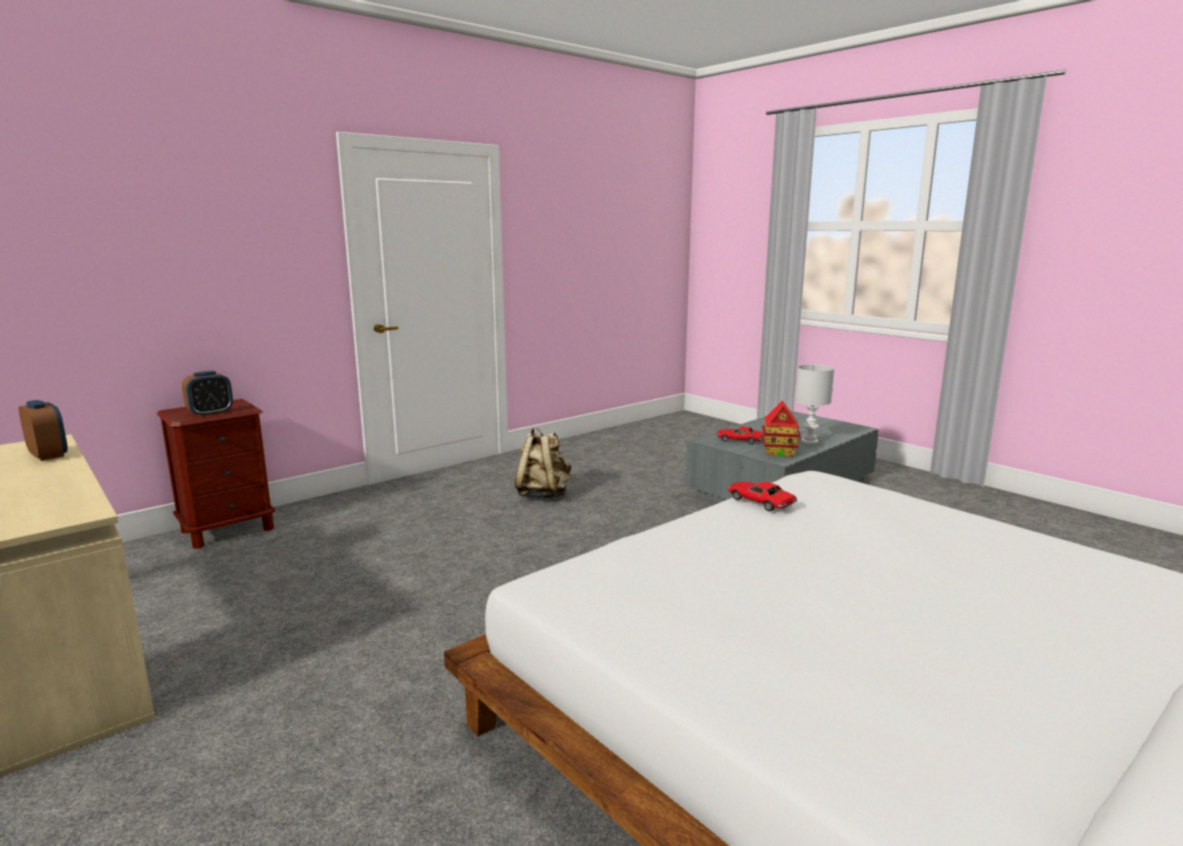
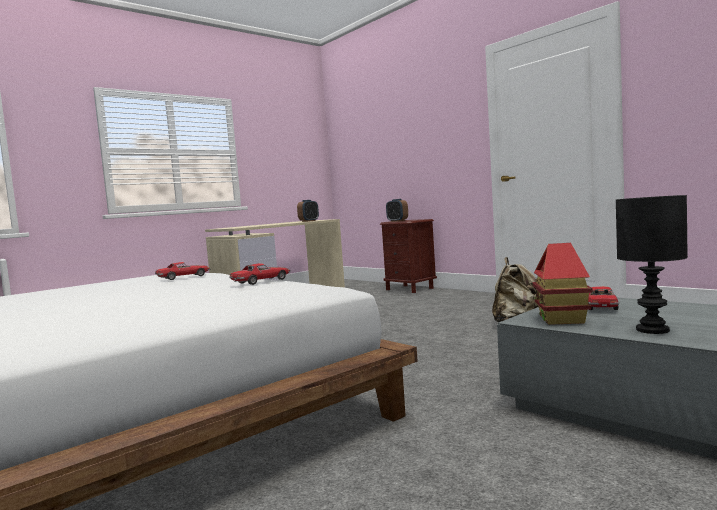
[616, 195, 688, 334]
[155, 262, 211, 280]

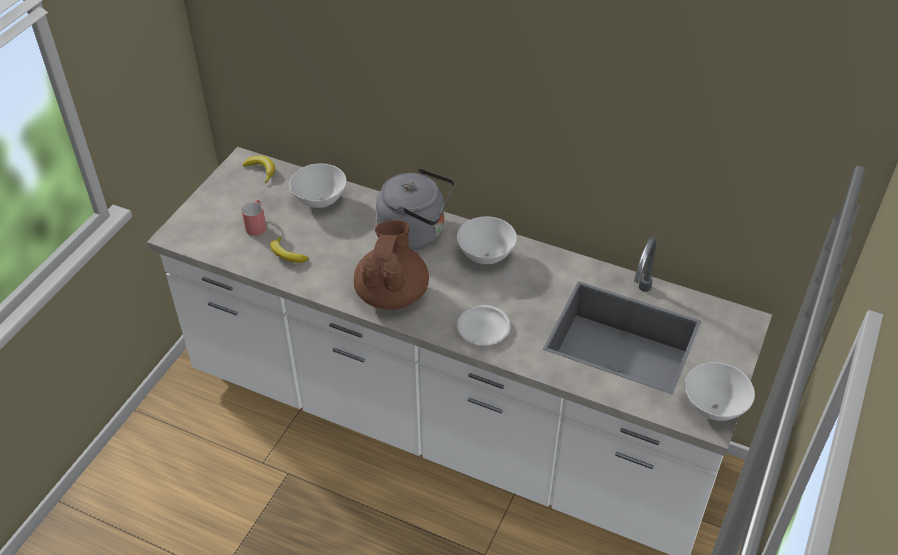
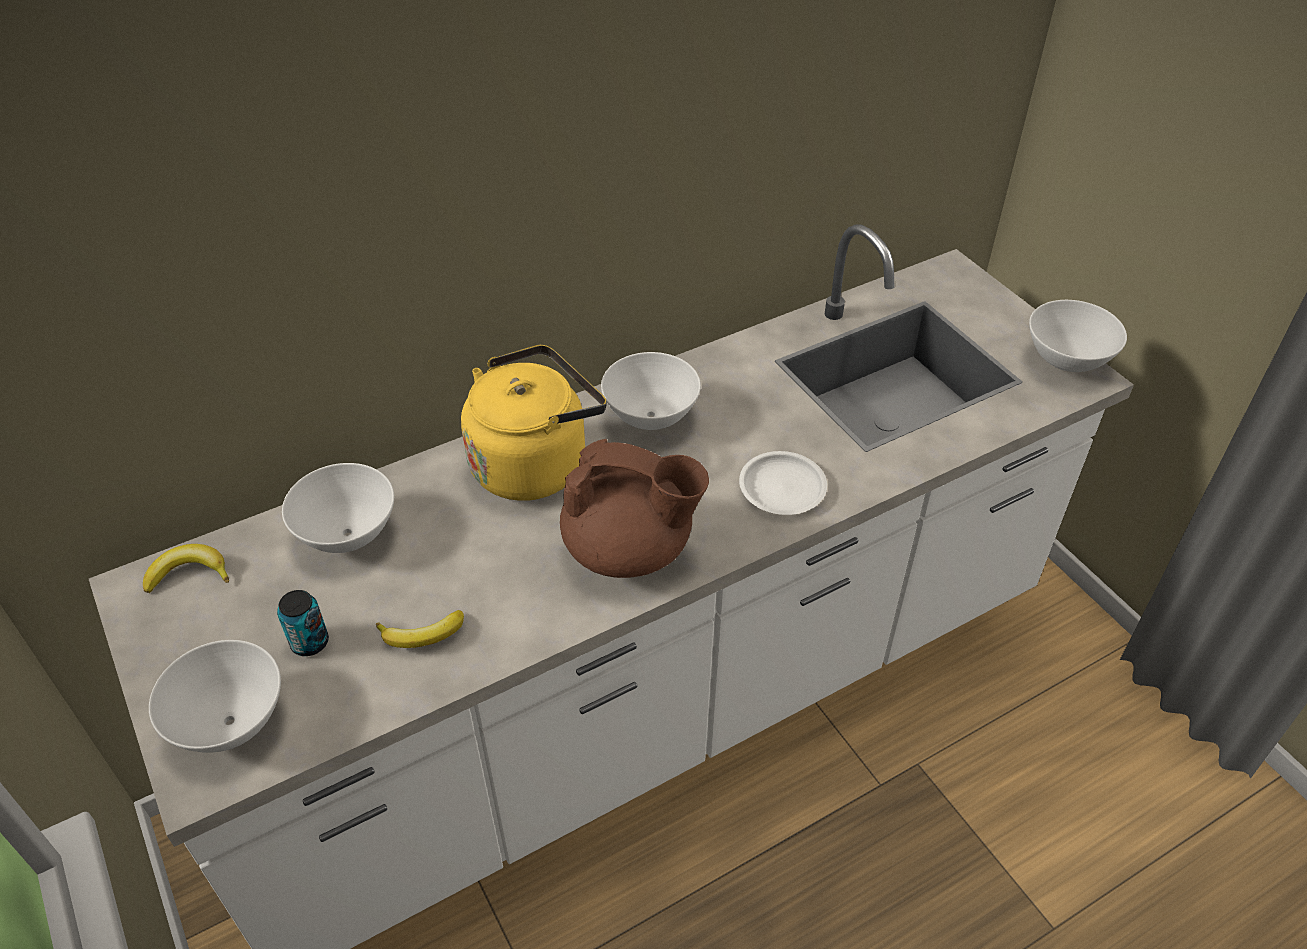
[461, 345, 606, 501]
[277, 590, 329, 656]
[560, 439, 709, 578]
[149, 640, 281, 753]

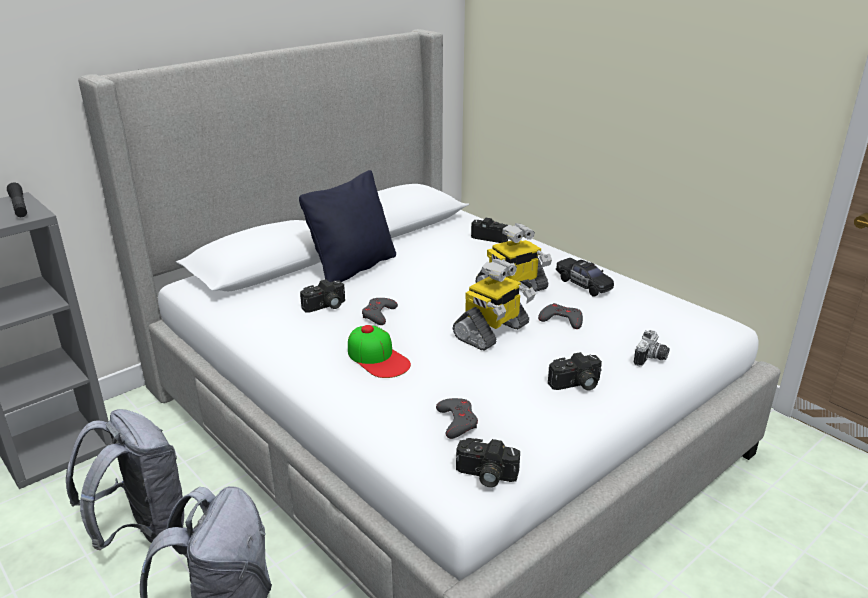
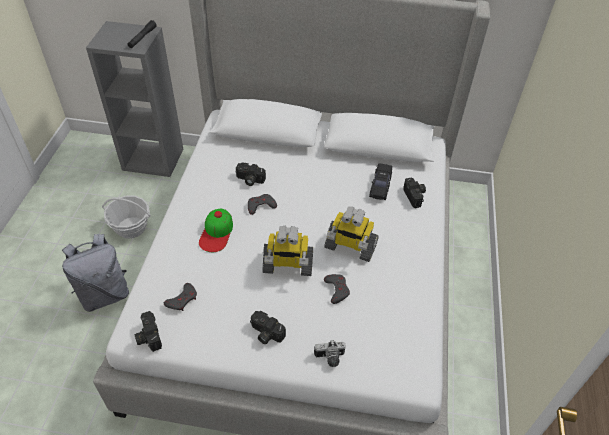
[299, 170, 396, 282] (first image)
[369, 163, 392, 200]
[102, 196, 151, 238]

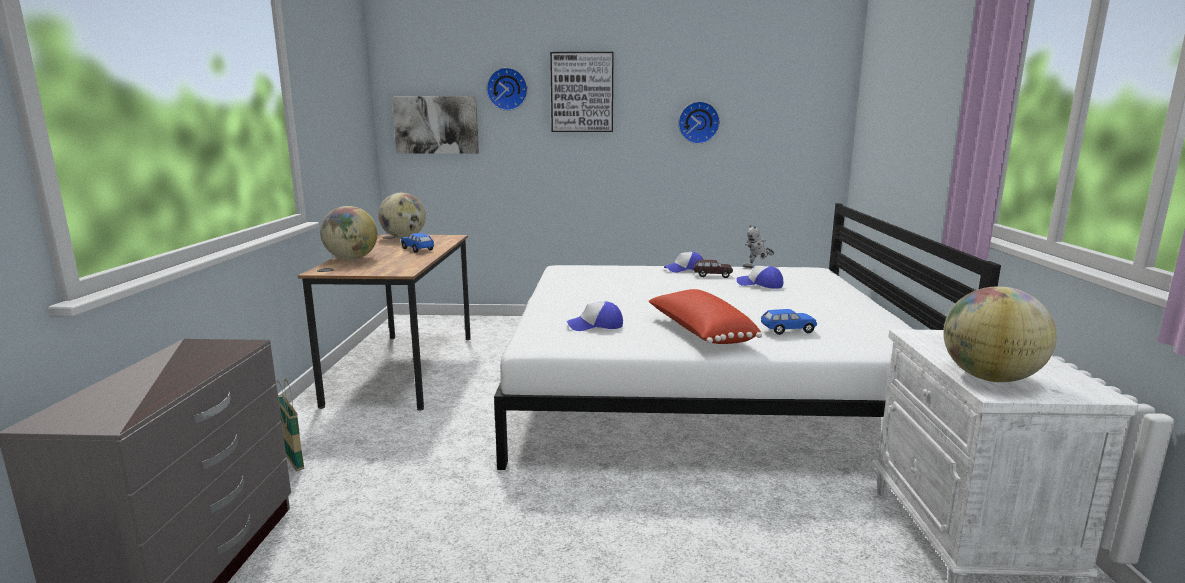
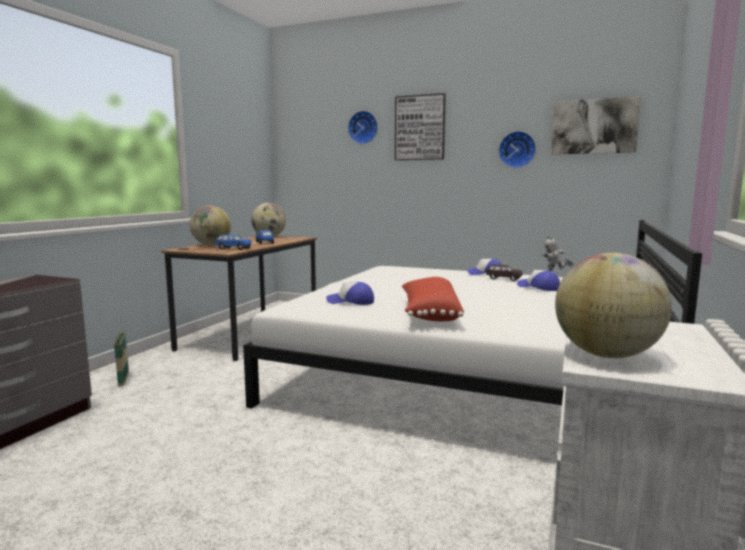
[551, 96, 641, 154]
[215, 235, 252, 250]

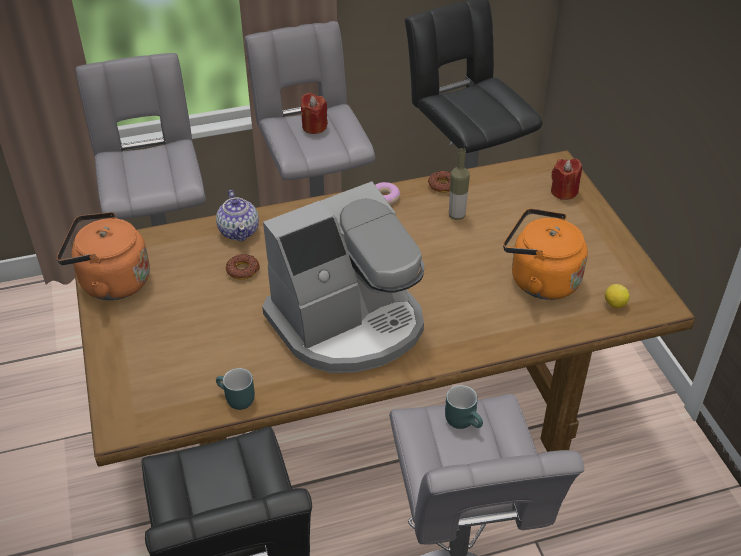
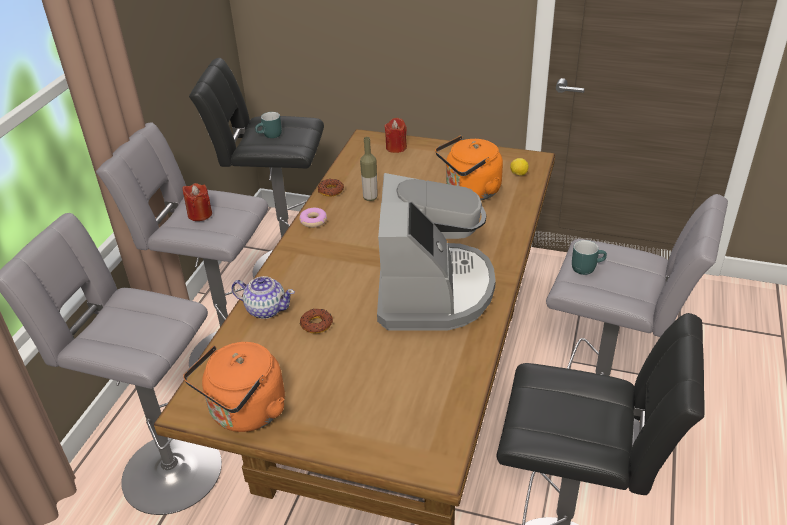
[255, 112, 282, 138]

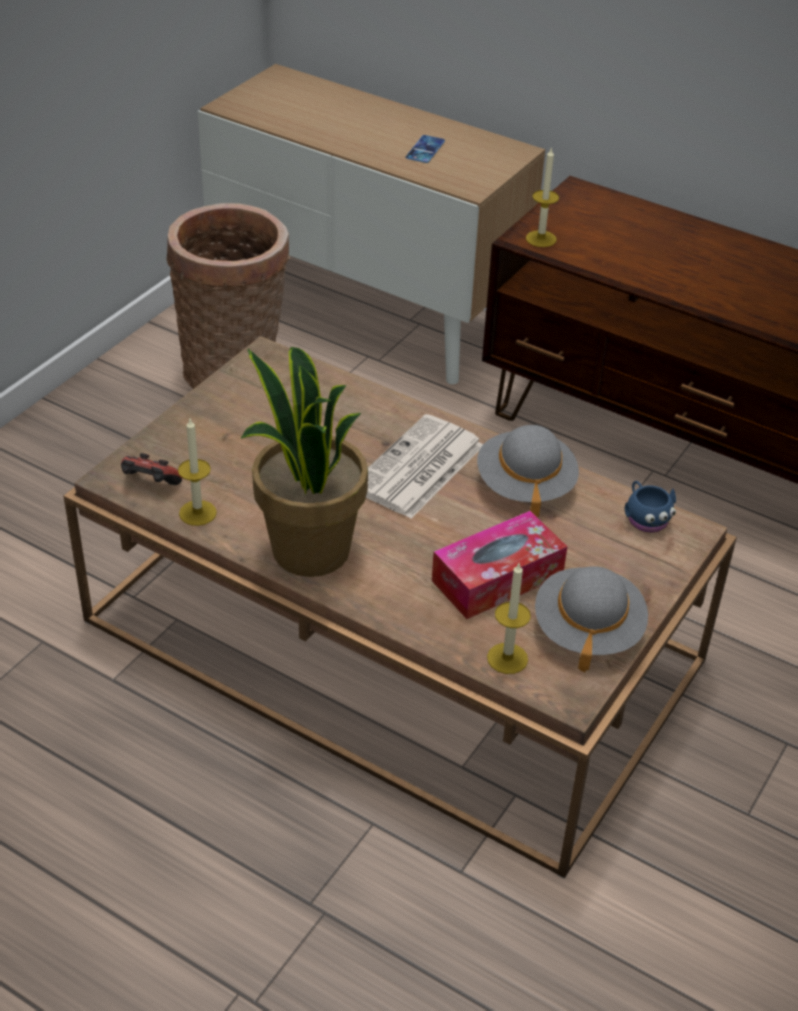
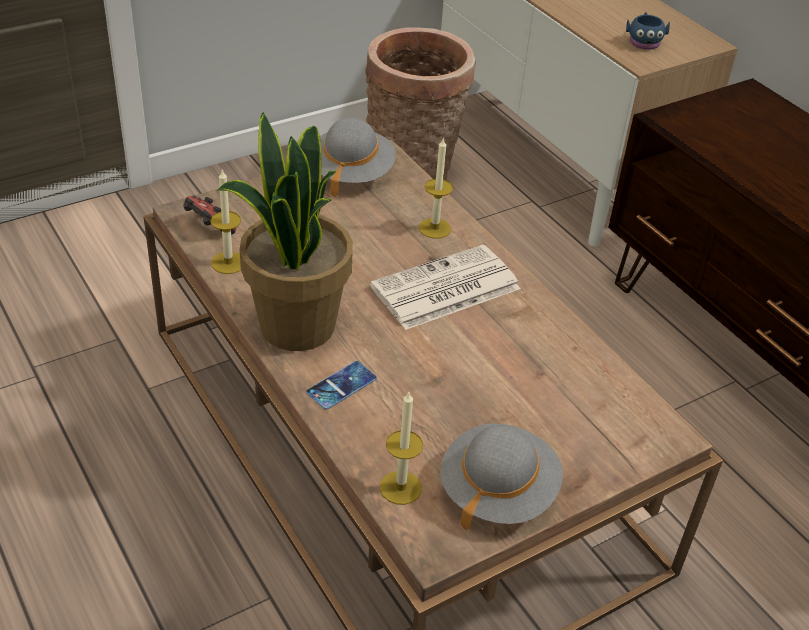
[306, 361, 377, 410]
[419, 137, 453, 239]
[320, 118, 396, 197]
[626, 12, 670, 50]
[432, 511, 567, 619] (first image)

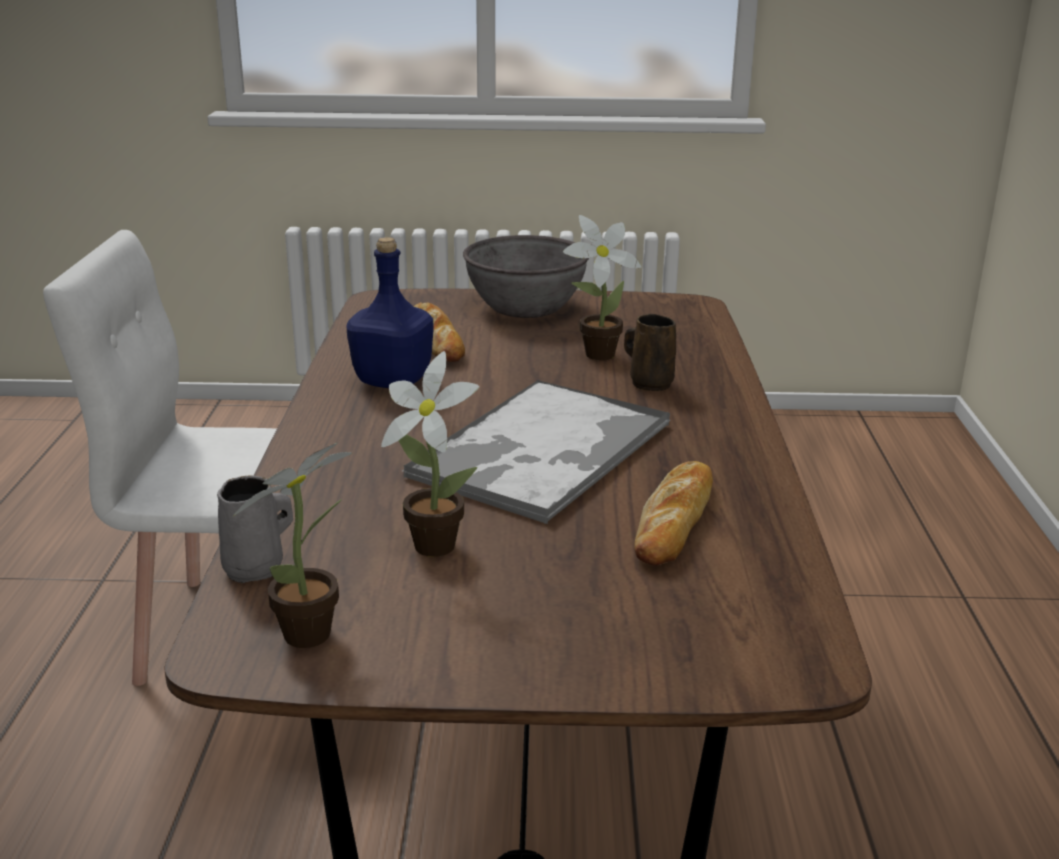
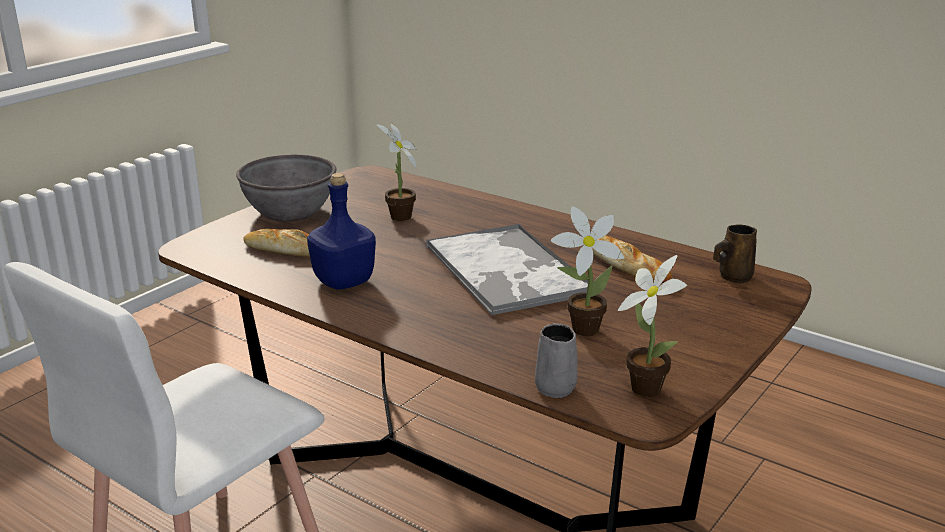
[713, 224, 757, 283]

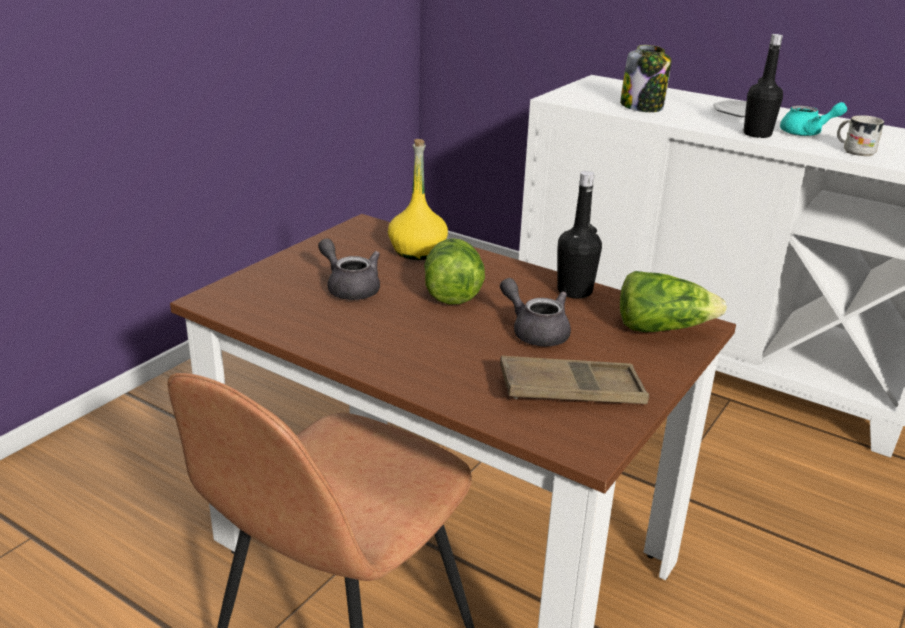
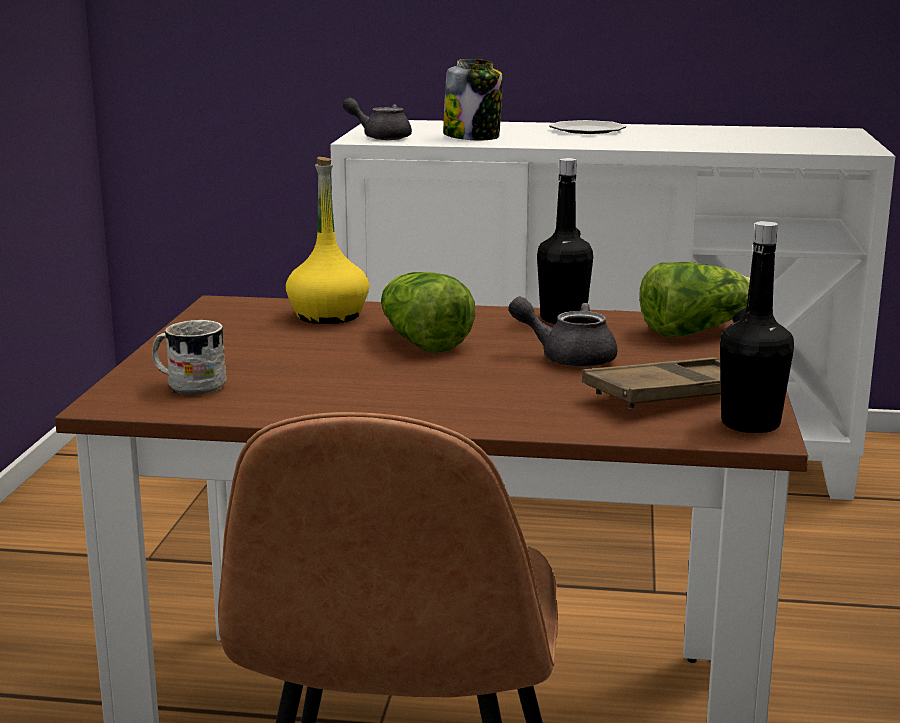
[720, 221, 794, 433]
[780, 102, 847, 136] (first image)
[152, 320, 227, 395]
[343, 98, 412, 140]

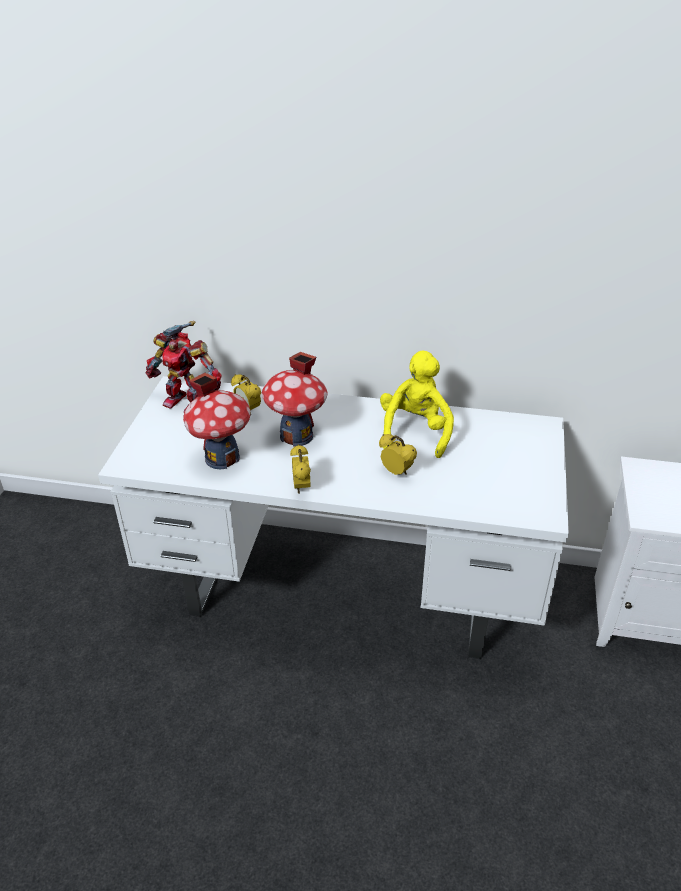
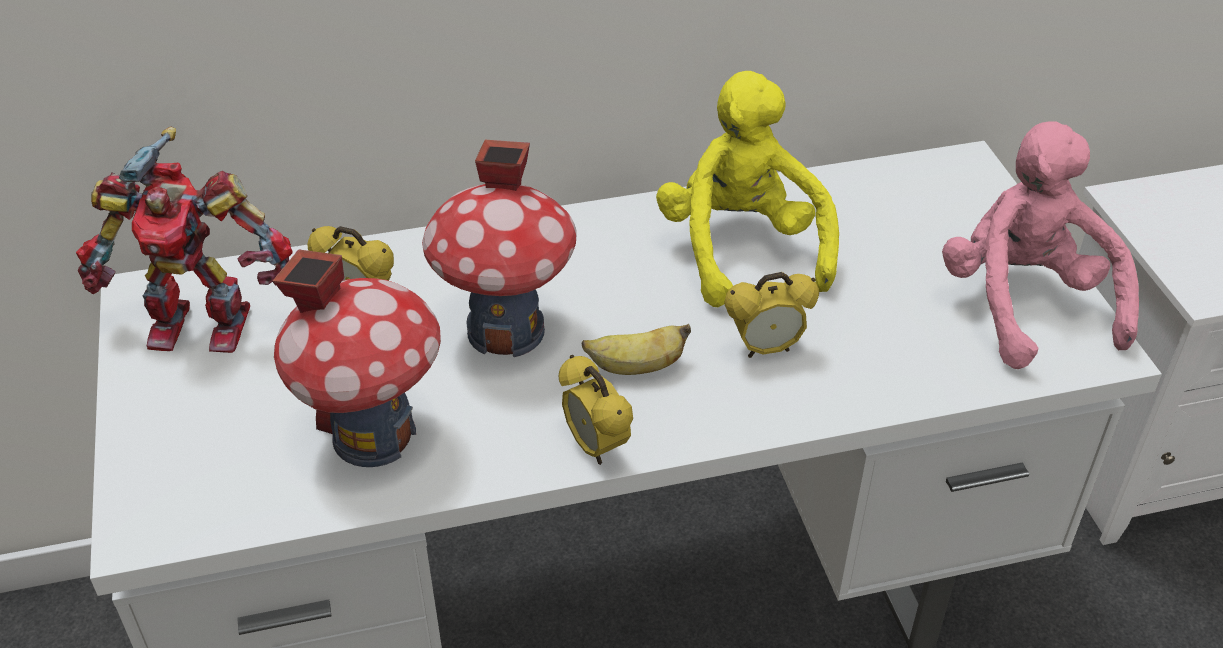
[724, 272, 819, 358]
[942, 121, 1139, 369]
[582, 324, 691, 375]

